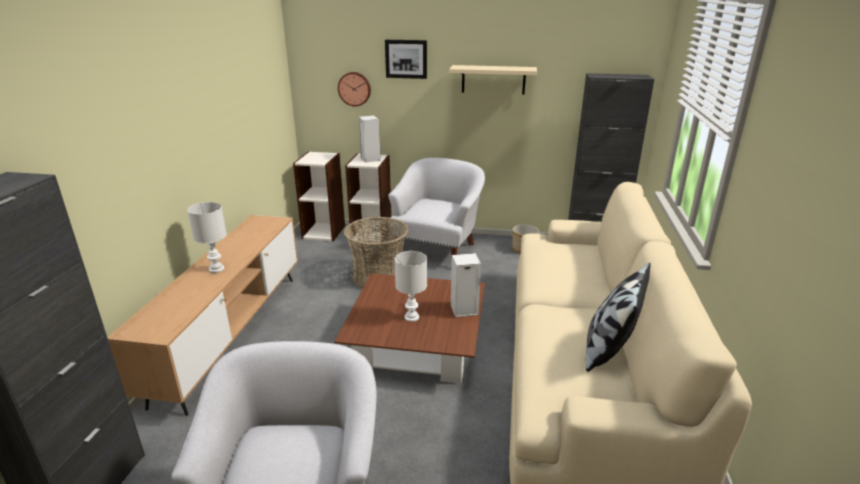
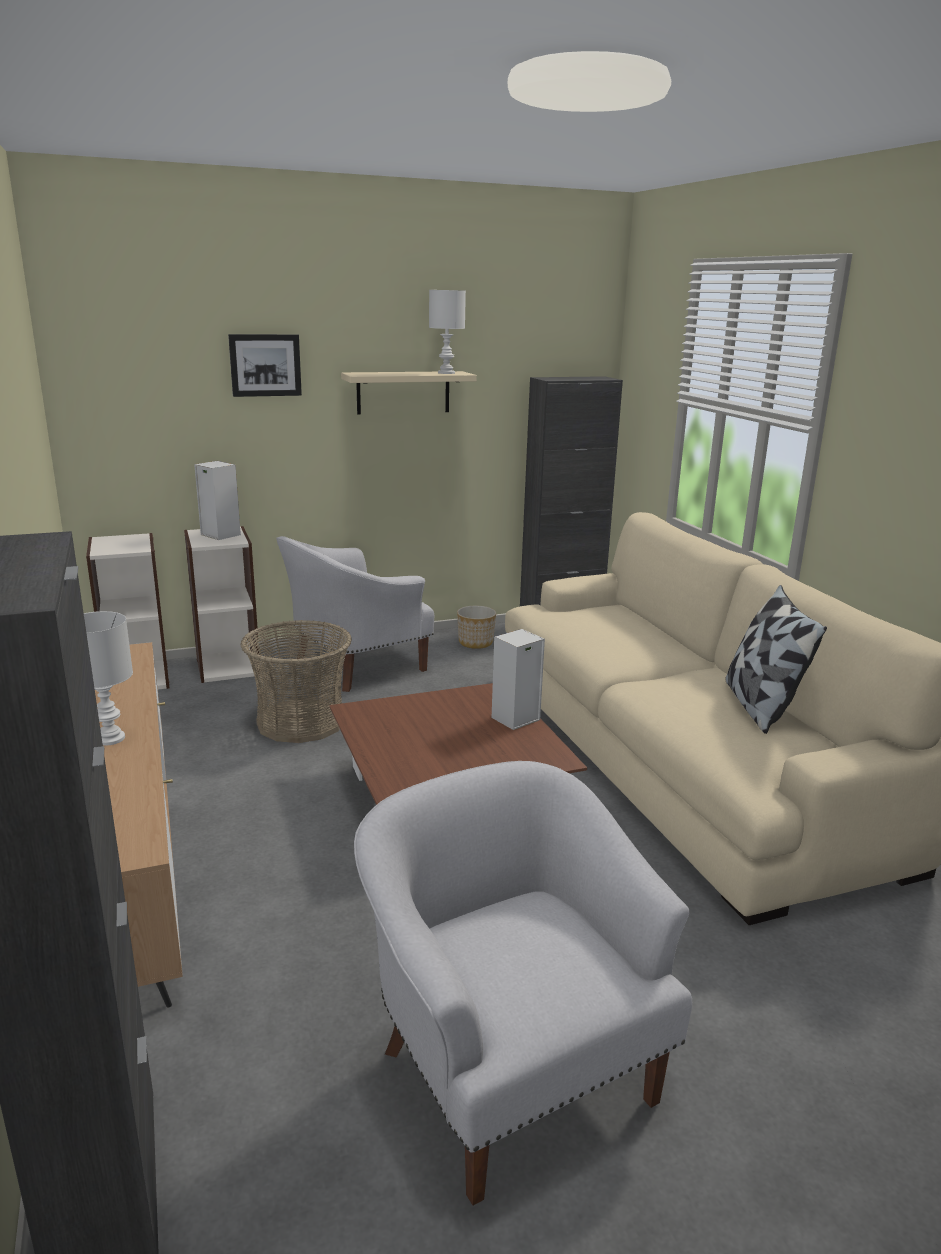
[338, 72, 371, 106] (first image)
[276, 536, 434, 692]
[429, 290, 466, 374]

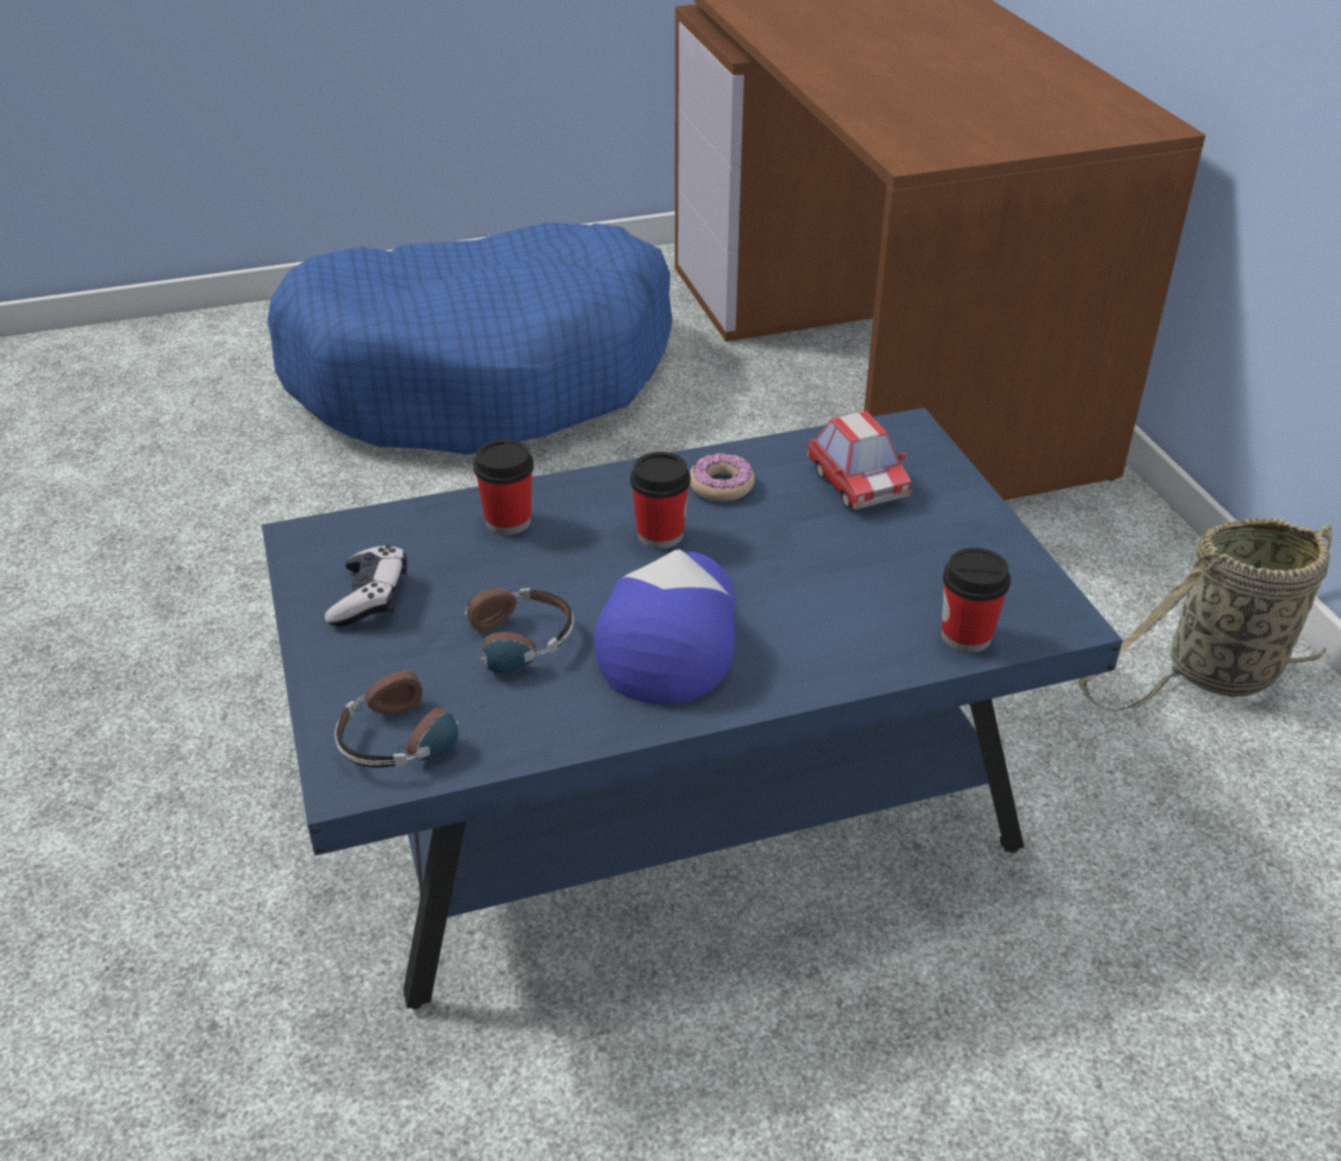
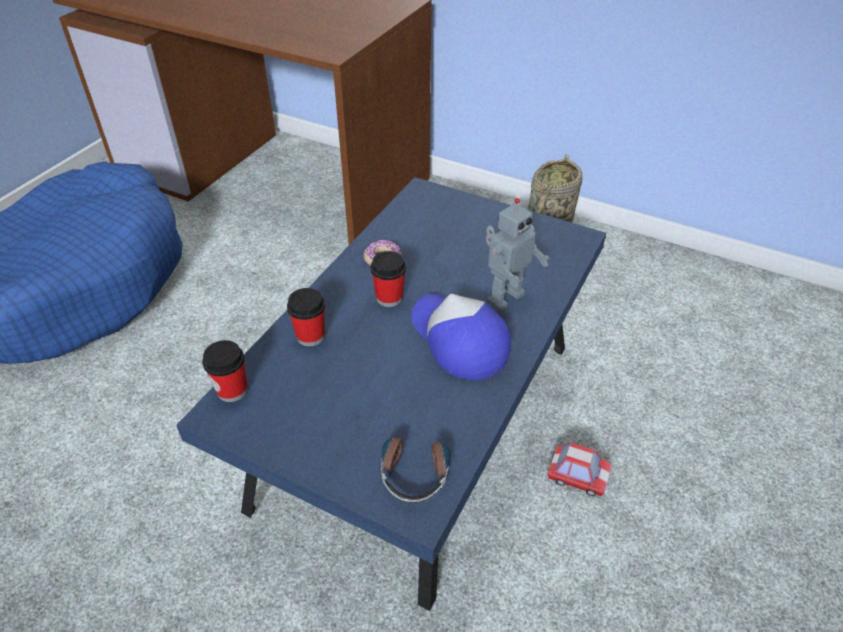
[547, 442, 612, 497]
[325, 545, 407, 627] (first image)
[202, 340, 248, 402]
[419, 588, 574, 673] (first image)
[486, 198, 549, 312]

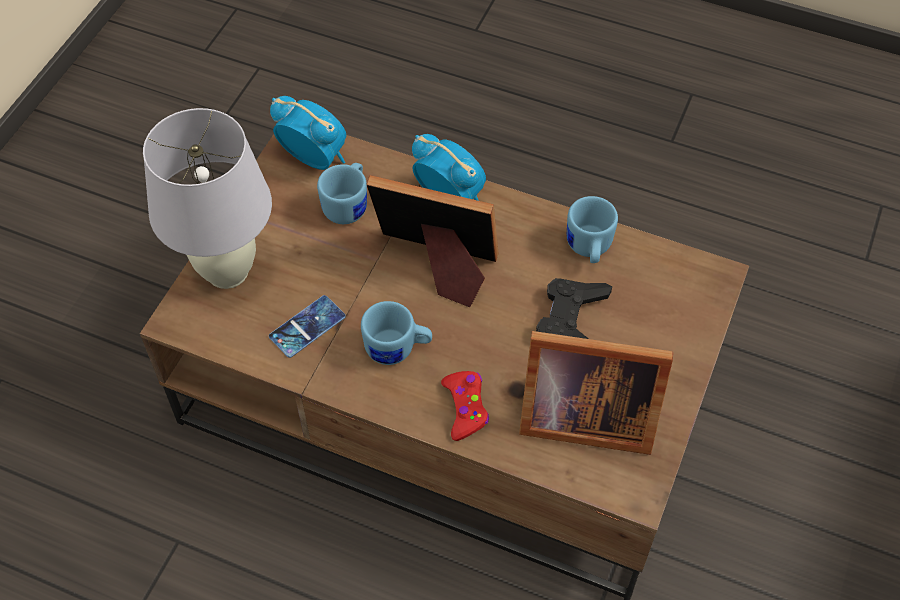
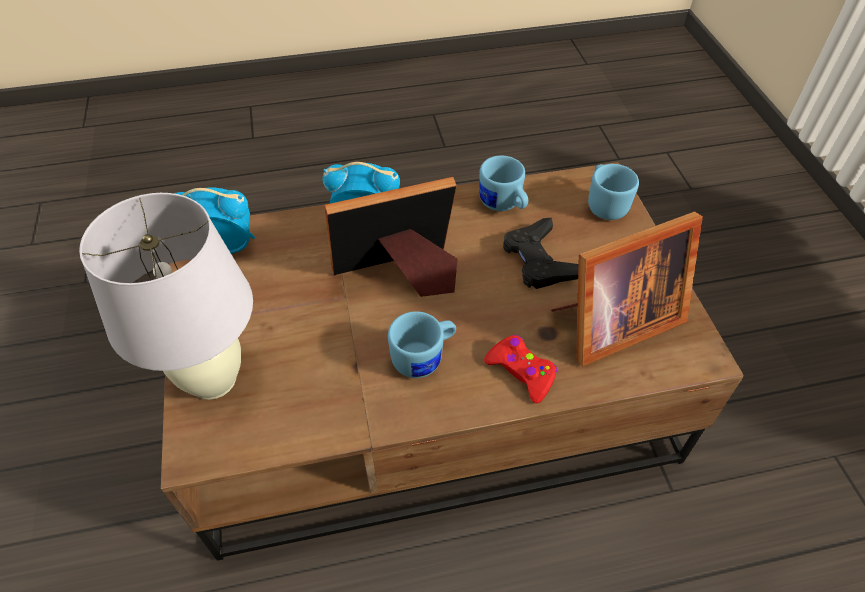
[588, 164, 639, 220]
[269, 295, 346, 358] (first image)

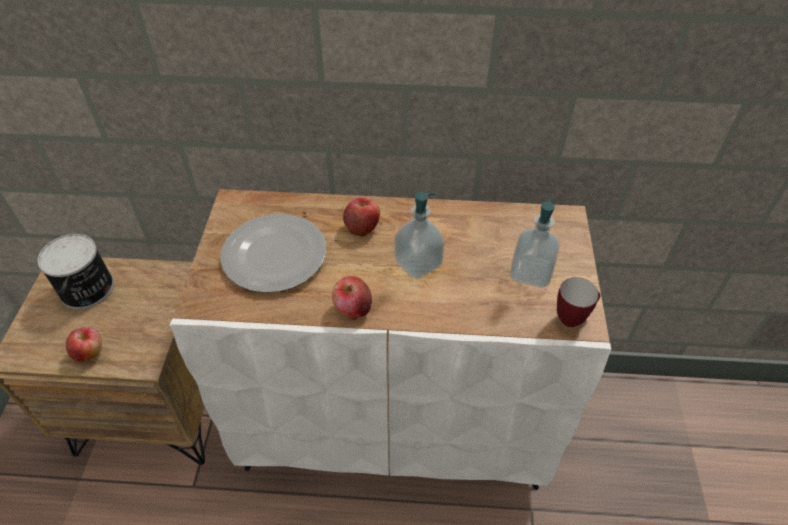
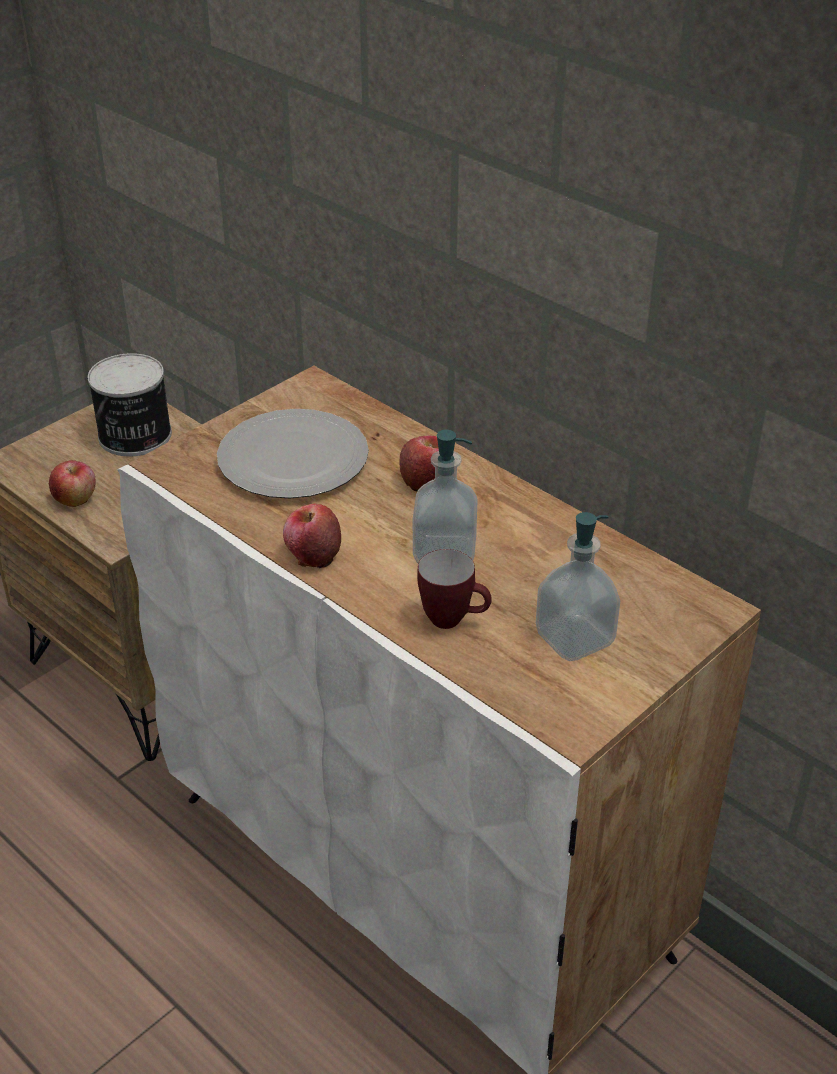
[417, 549, 492, 629]

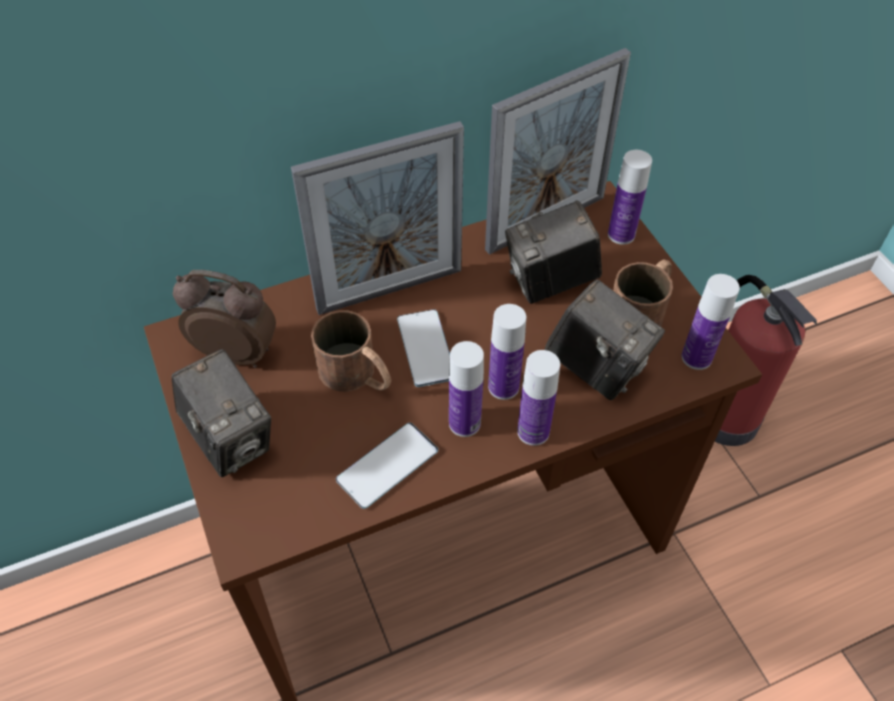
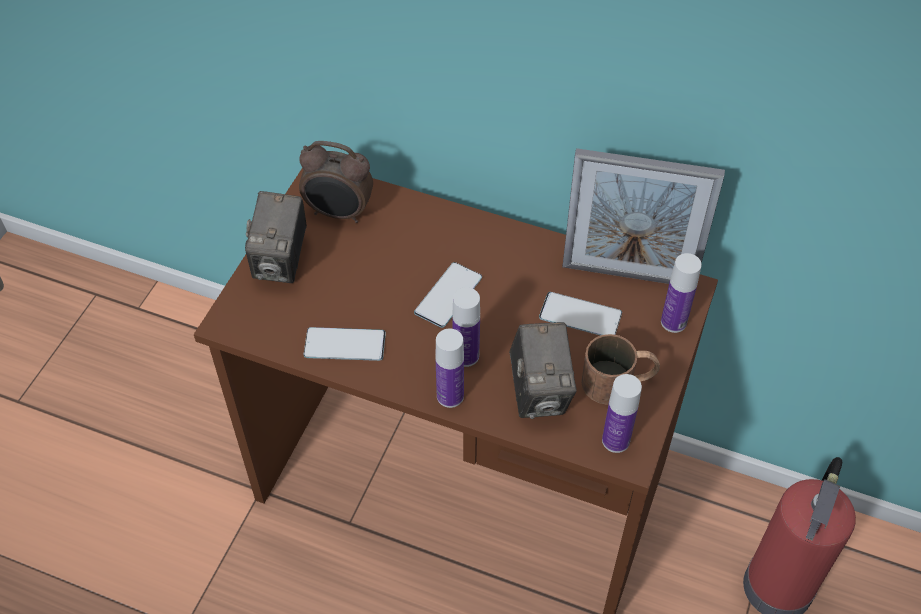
[291, 121, 464, 315] (first image)
[539, 292, 622, 336]
[299, 141, 373, 223]
[311, 310, 391, 391] (first image)
[449, 341, 484, 437] (first image)

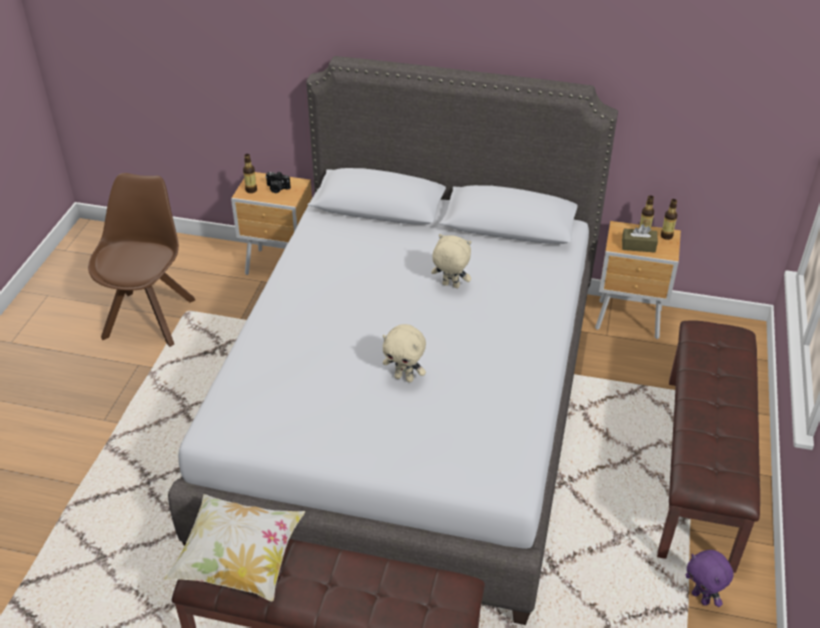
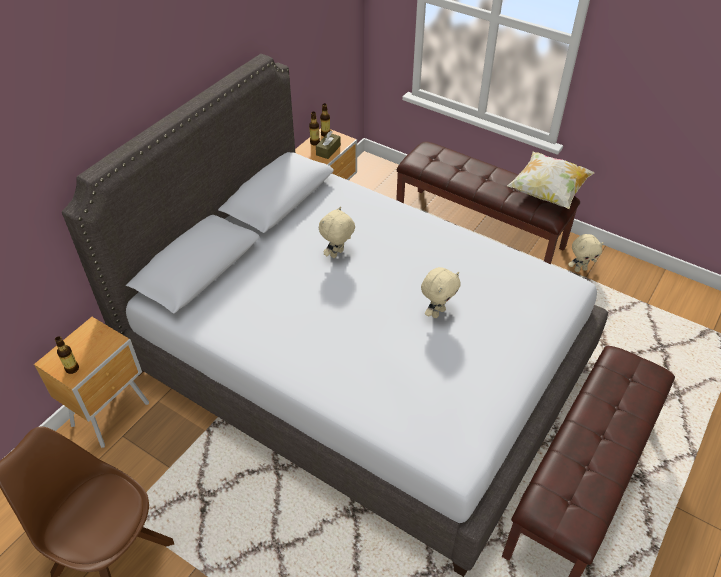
[265, 171, 291, 193] (first image)
[507, 151, 595, 209]
[568, 234, 604, 272]

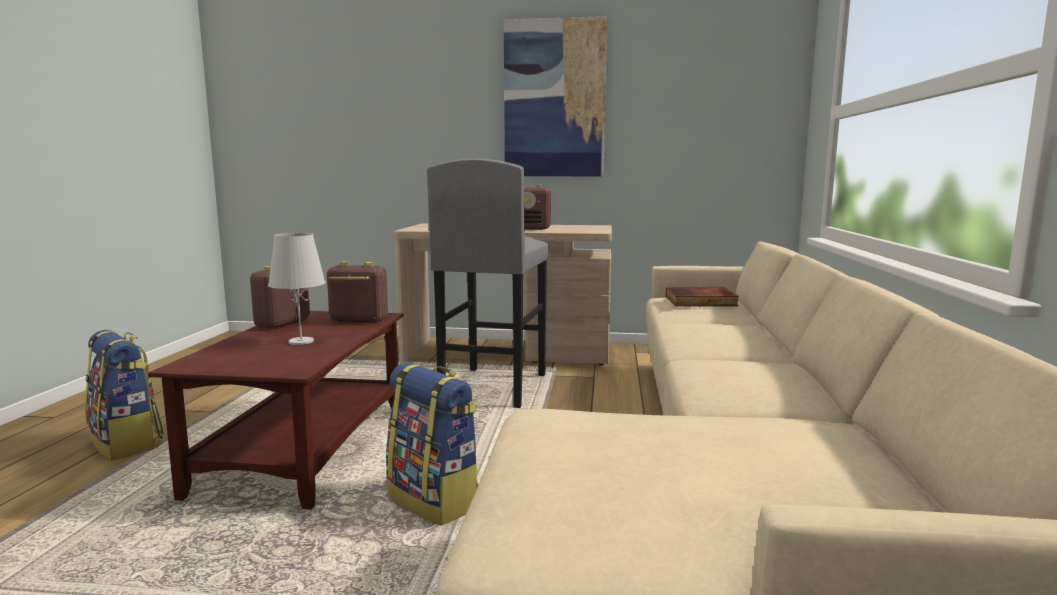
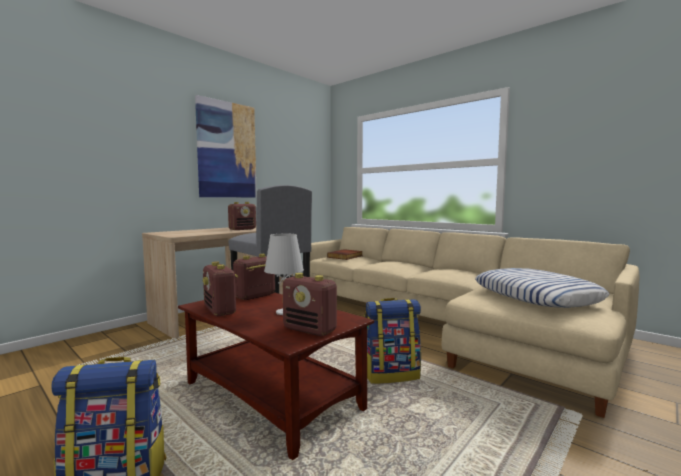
[475, 268, 610, 308]
[283, 273, 337, 336]

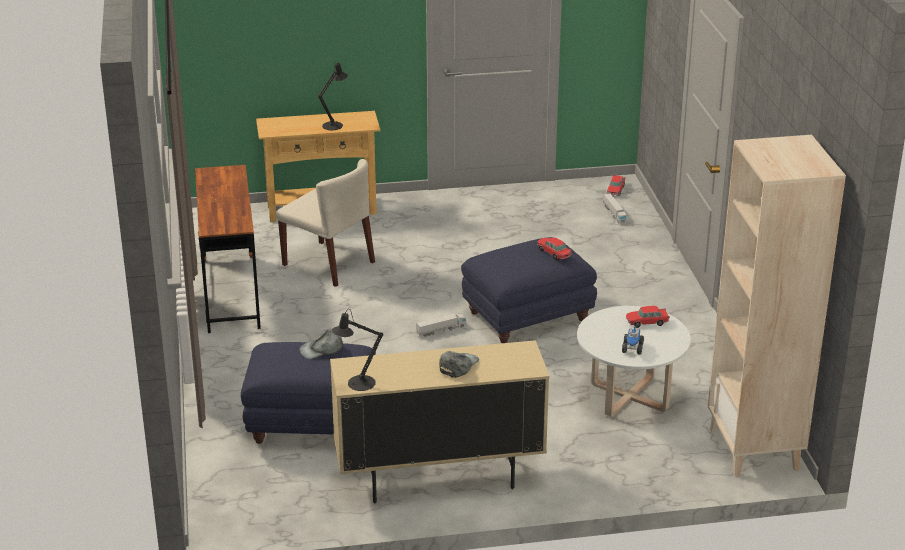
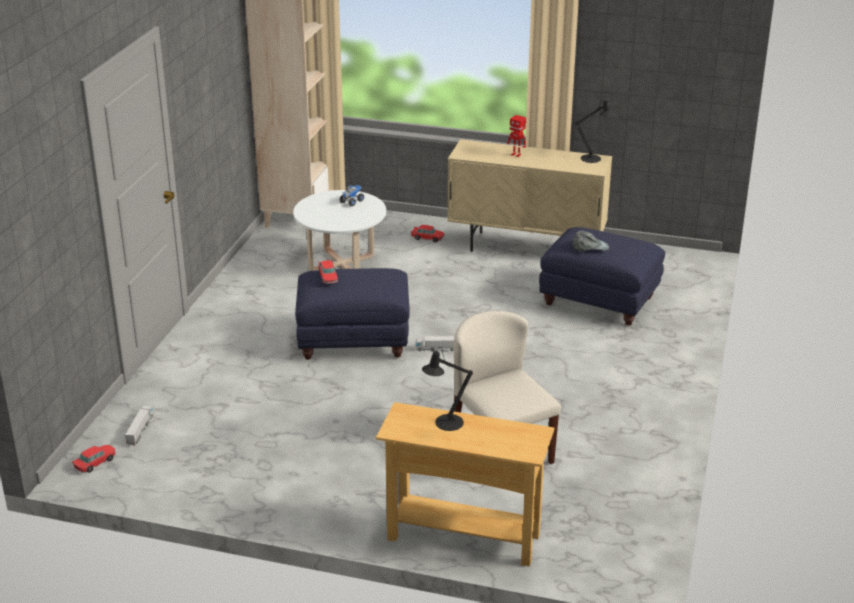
[195, 165, 261, 333] (first image)
[411, 225, 445, 243]
[507, 115, 526, 157]

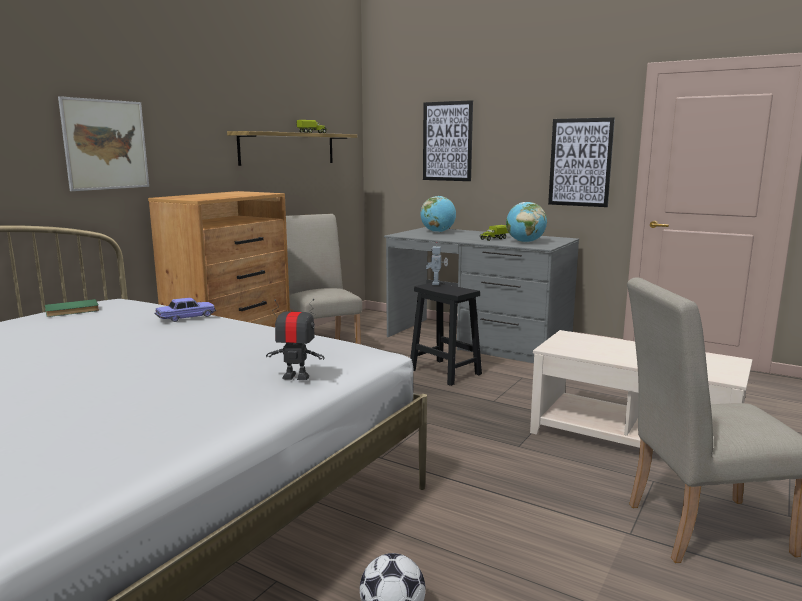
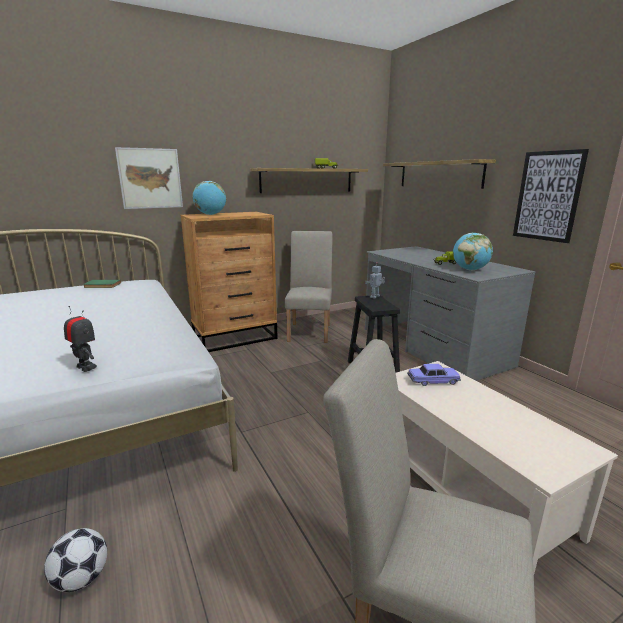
[383, 159, 496, 189]
[193, 181, 226, 215]
[407, 364, 461, 386]

